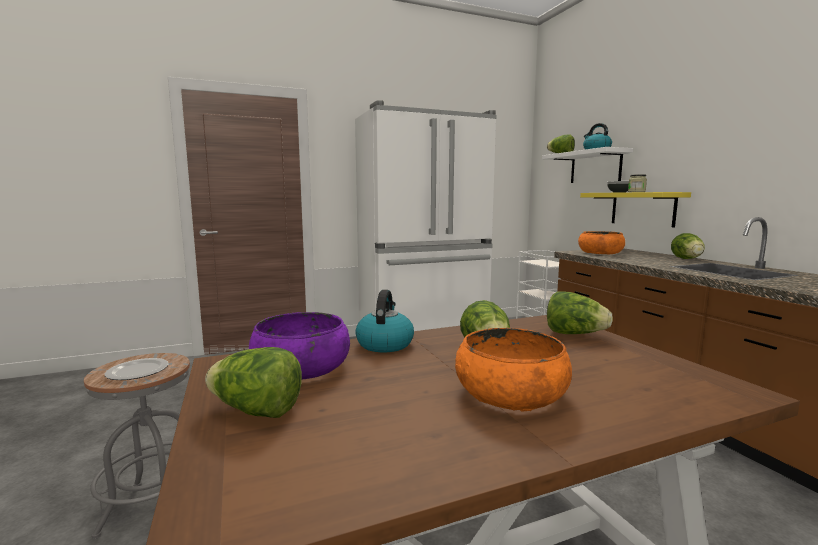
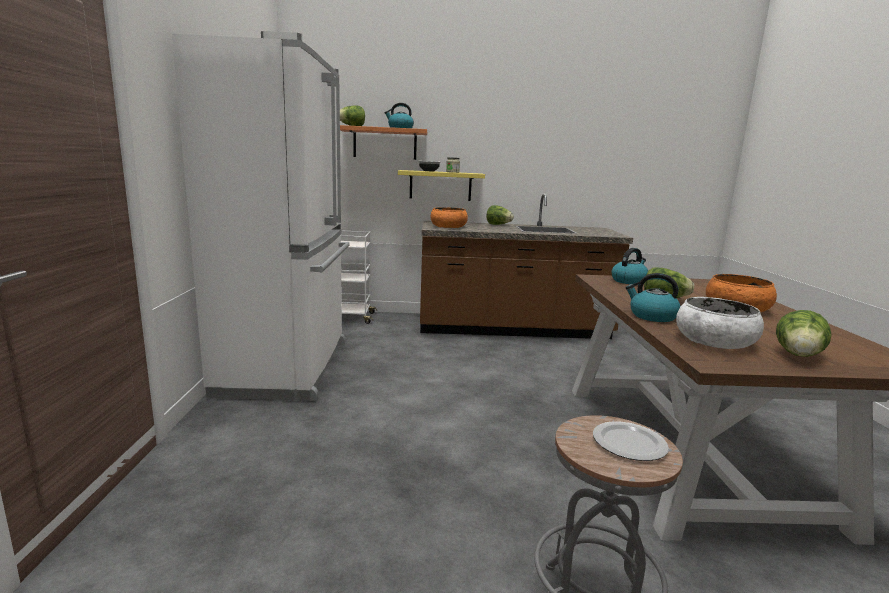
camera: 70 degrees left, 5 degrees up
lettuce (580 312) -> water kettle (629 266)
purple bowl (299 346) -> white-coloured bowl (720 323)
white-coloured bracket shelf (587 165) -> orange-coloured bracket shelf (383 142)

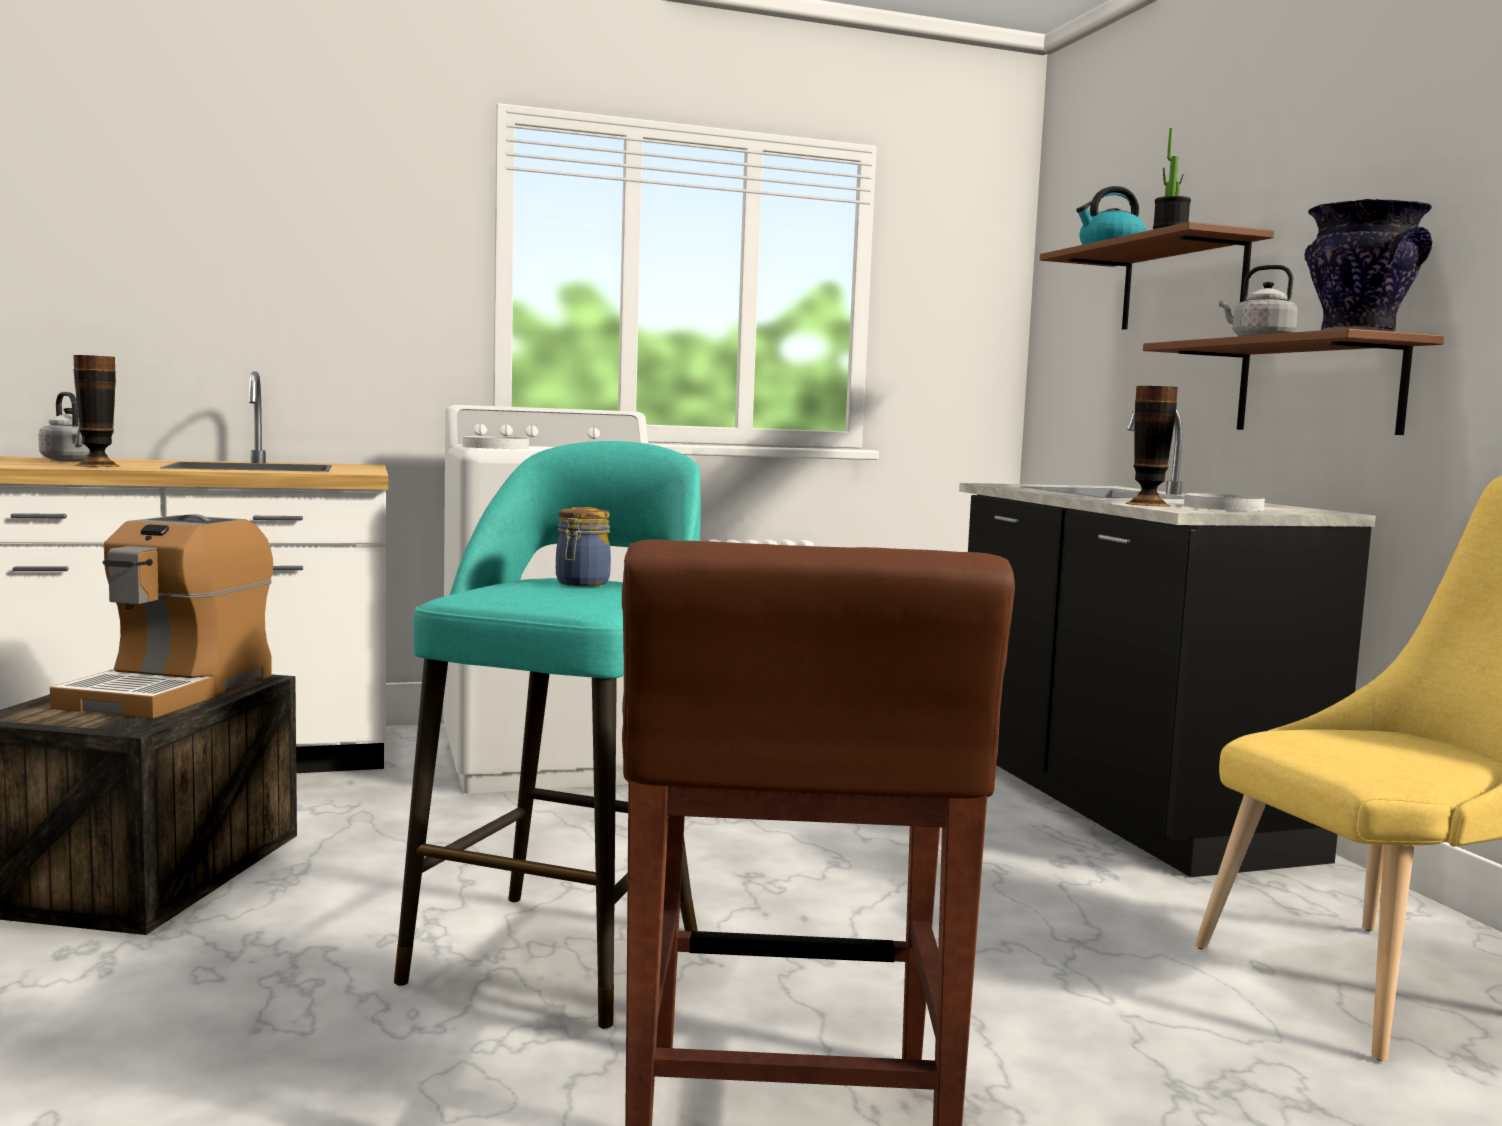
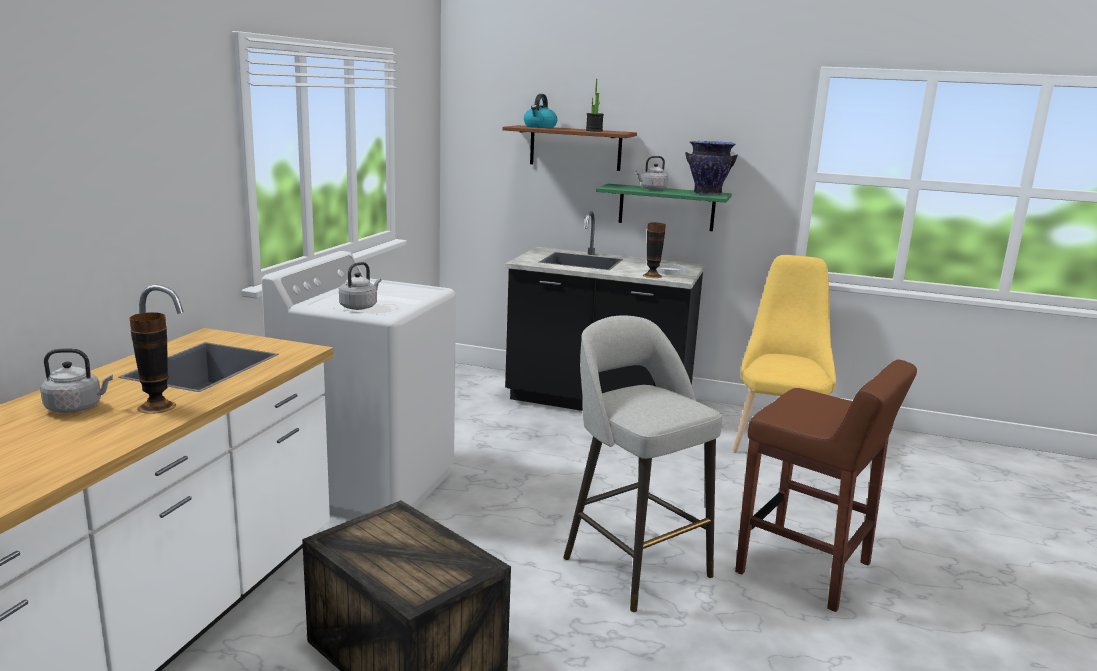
camera: 55 degrees left, 10 degrees up
coffee maker (161 616) -> none
storage jar (583 546) -> none
white-coloured flat dish (496 442) -> greyish water kettle (360 286)
blue-green stool (547 735) -> greyish stool (642 463)
brownish bracket shelf (1293 381) -> green-coloured bracket shelf (664 207)

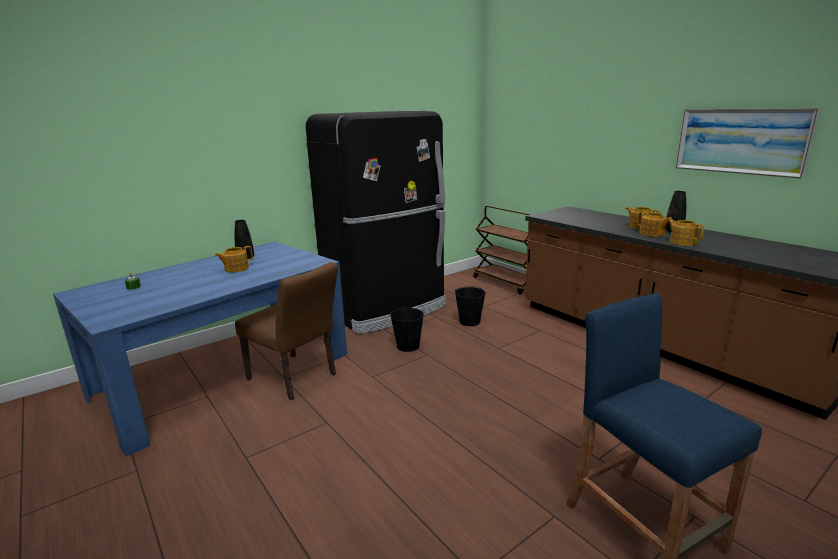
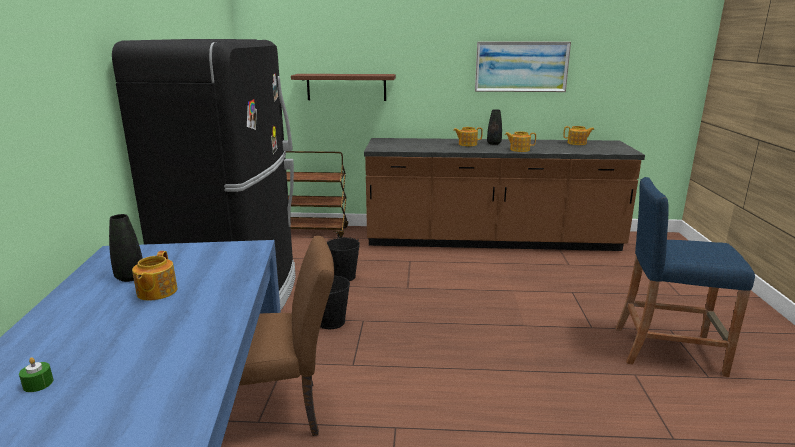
camera: 50 degrees left, 0 degrees up
none -> brownish bracket shelf (343 87)
teapot (655 224) -> teapot (578 135), relocated

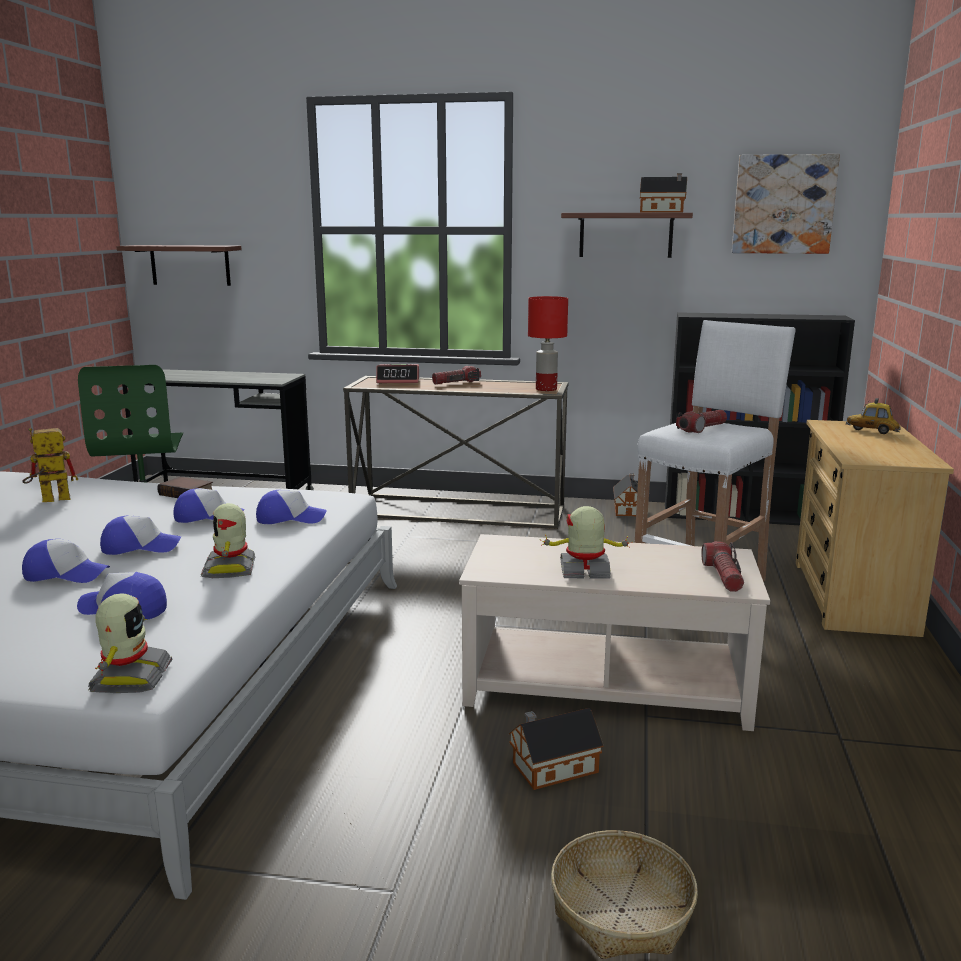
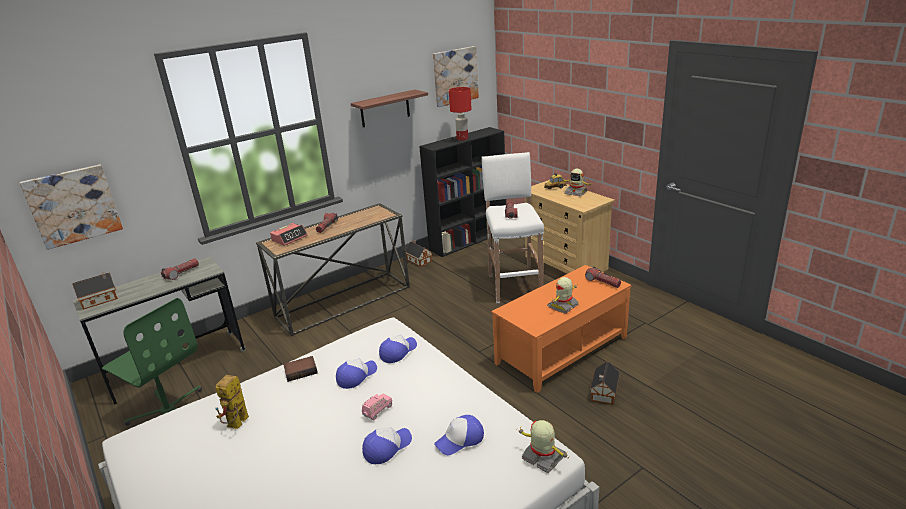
camera: 45 degrees left, 10 degrees up
basket (624 894) -> none
none -> hand torch (180 269)
toy robot (228 540) -> toy robot (576 182), relocated
red tabletop lamp (548 343) -> red tabletop lamp (460 114), relocated
miniature house (663 193) -> miniature house (95 291), relocated
baseball cap (140 535) -> pink-coloured model car (377 407)
bracket shelf (179 265) -> wall art (71 207)
sand-coloured low table (614 632) -> orange-coloured low table (561 329)

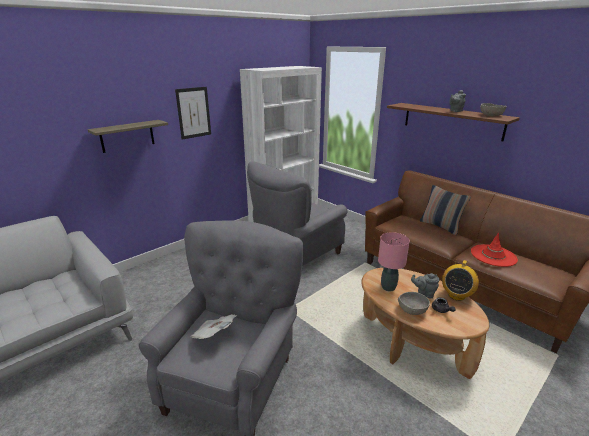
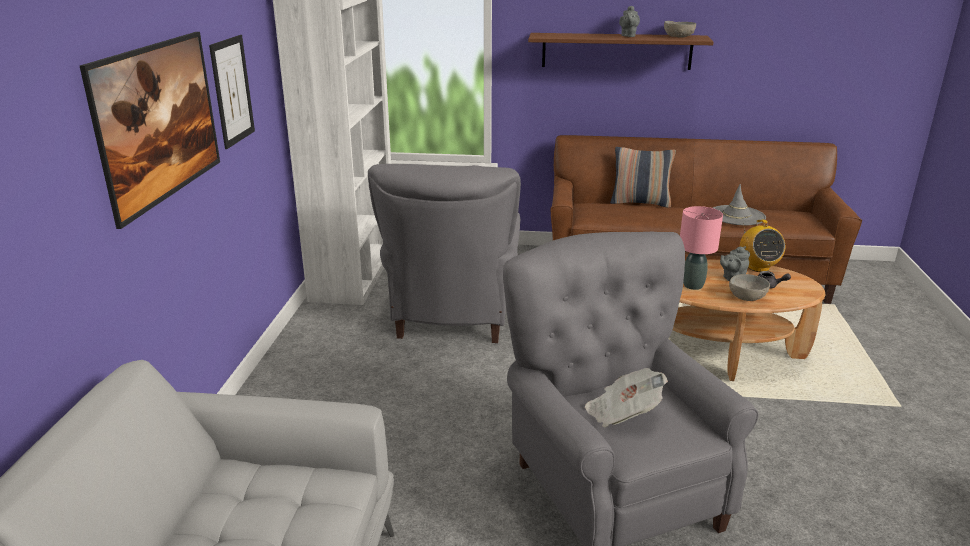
camera: 40 degrees left, 0 degrees up
bracket shelf (128 136) -> wall art (150 130)
red hat (494 249) -> greyish hat (739 204)

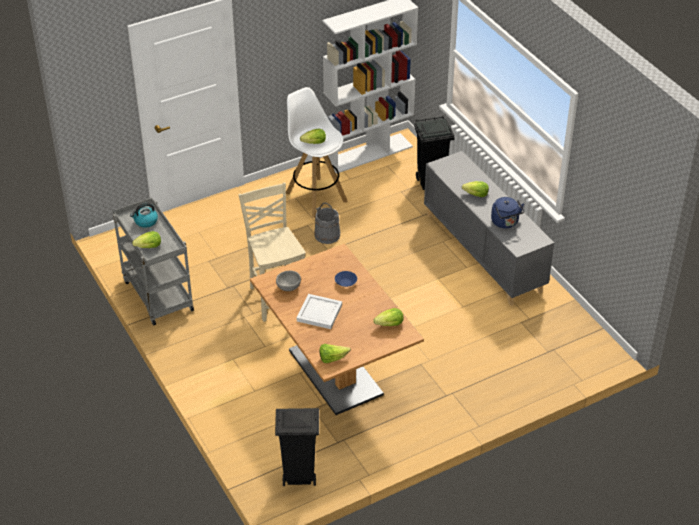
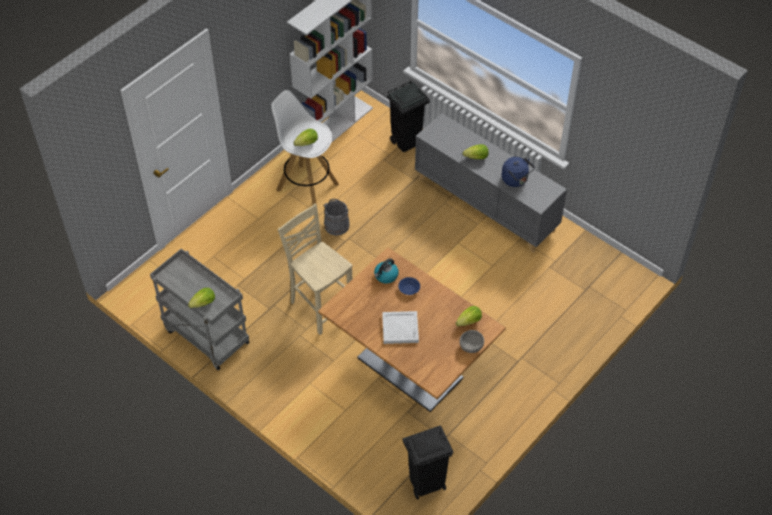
camera: 20 degrees left, 10 degrees up
lettuce (335 353) -> none
water kettle (144 215) -> water kettle (386 271), relocated
greyish bowl (288 281) -> greyish bowl (472 341), relocated

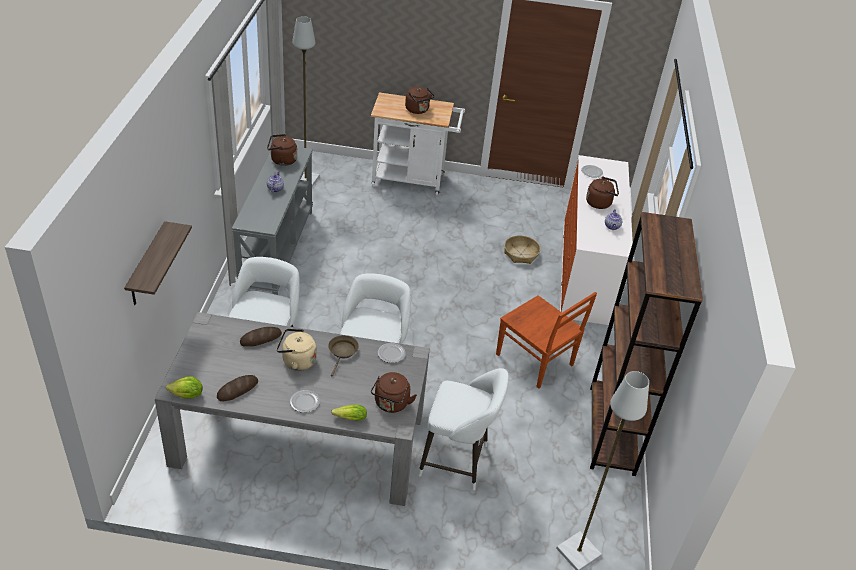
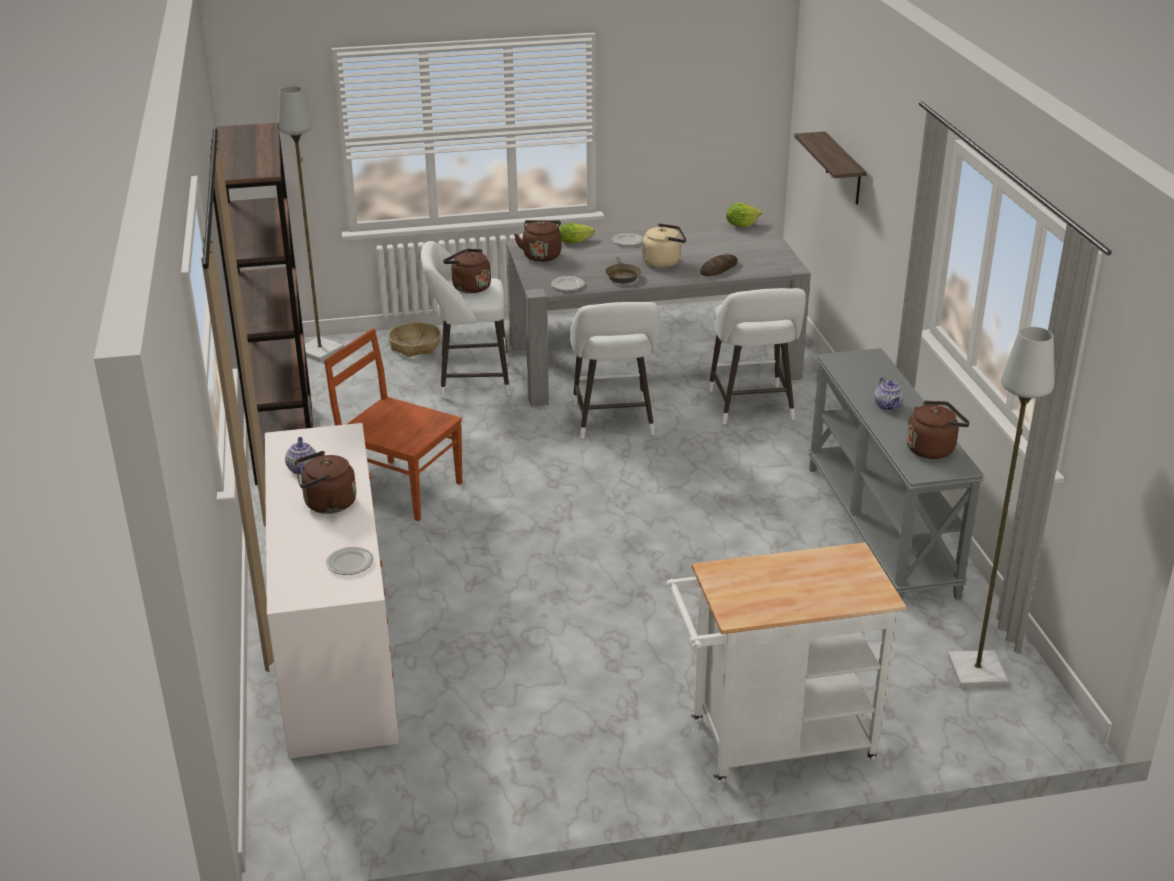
camera: 165 degrees right, 10 degrees down
baked bread (237 388) -> none
brownish water kettle (420 100) -> brownish water kettle (467 271), relocated
basket (522 249) -> basket (414 339), relocated

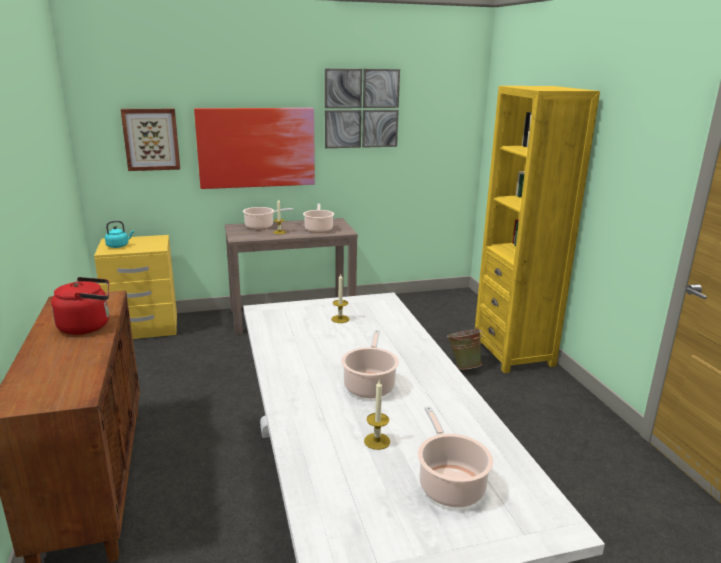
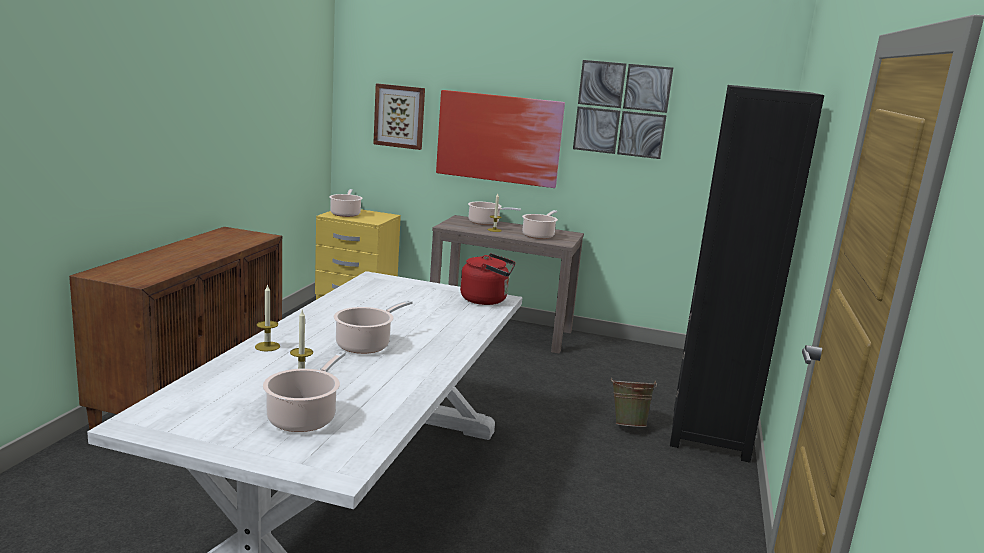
camera: 30 degrees right, 5 degrees down
red water kettle (80 306) -> red water kettle (487 279), relocated
wax candle (340 298) -> wax candle (267 317), relocated
blue-green water kettle (119 234) -> saucepot (346 203)
yellowish shelving unit (537 229) -> black shelving unit (747 274)

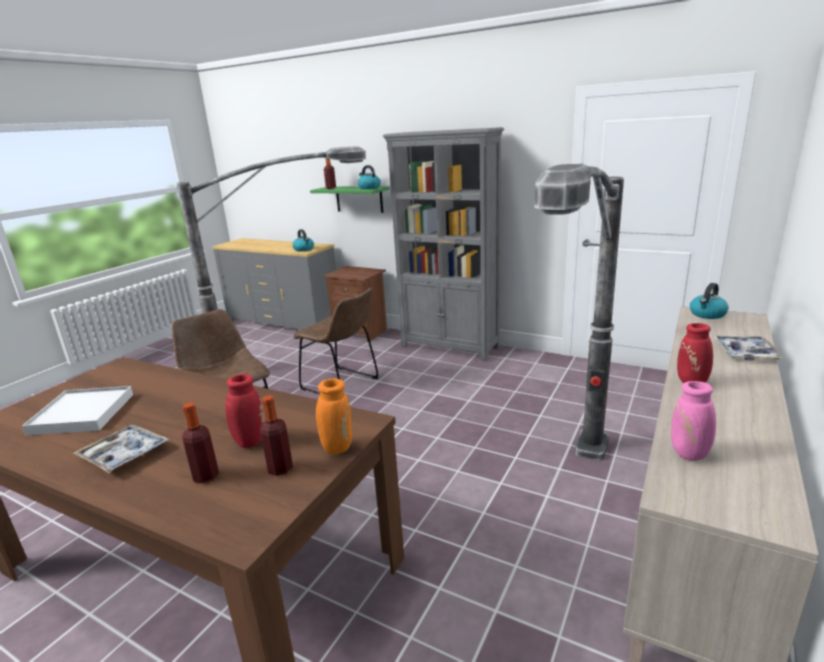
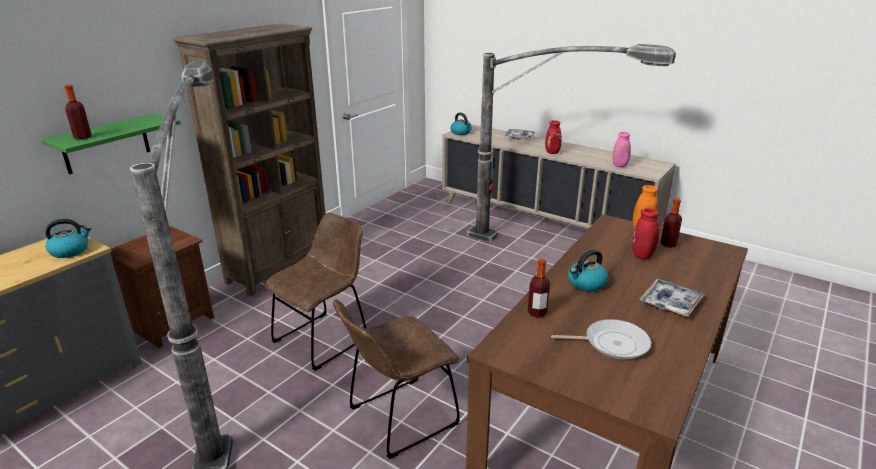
camera: 85 degrees left, 5 degrees up
beverage bottle (200 442) -> beverage bottle (539 288), relocated
water kettle (369 177) -> water kettle (588 271), relocated
white-coloured tray (77 410) -> frying pan (601 339)
greyish shelving unit (443 244) -> brownish shelving unit (249 159)

